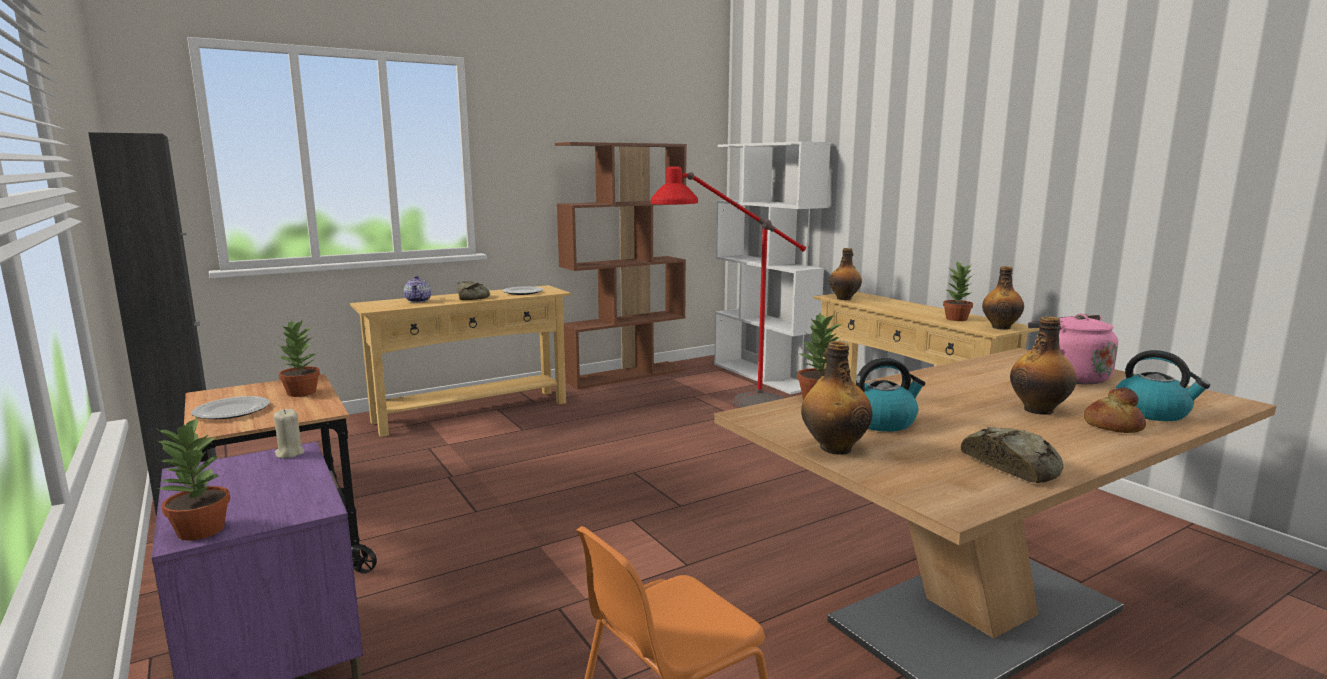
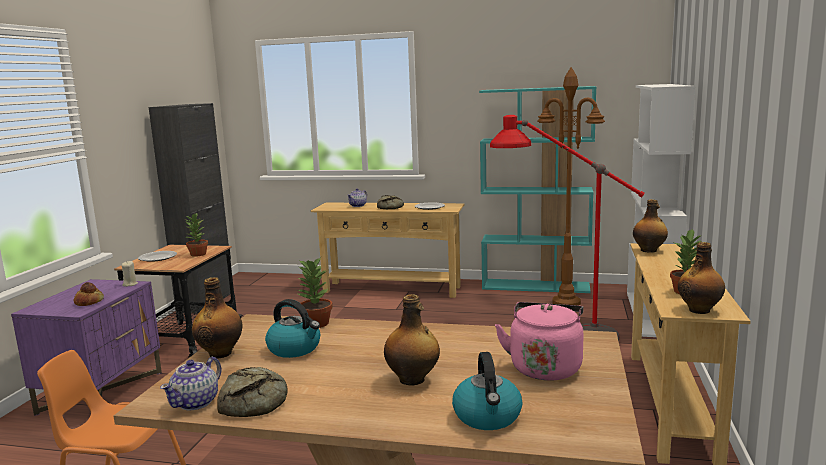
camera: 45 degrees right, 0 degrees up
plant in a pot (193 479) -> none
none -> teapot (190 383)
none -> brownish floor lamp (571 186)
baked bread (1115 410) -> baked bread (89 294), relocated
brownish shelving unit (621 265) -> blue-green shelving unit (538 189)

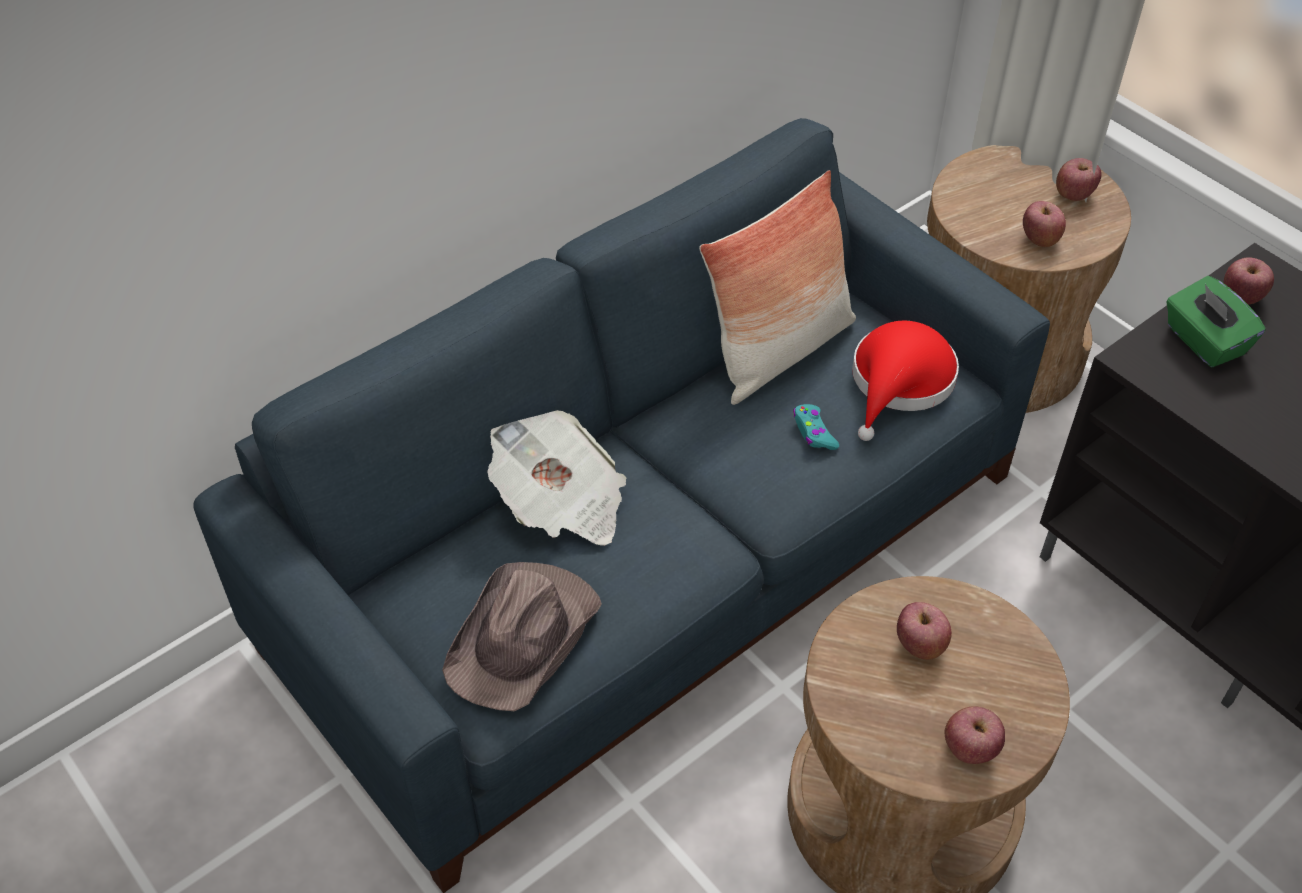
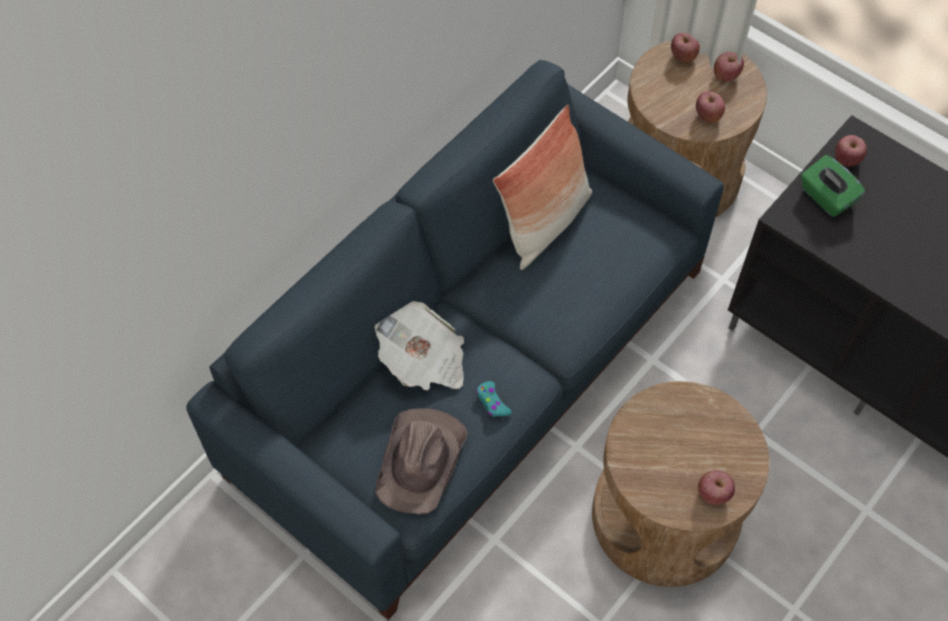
camera: 10 degrees left, 10 degrees up
red hat (905 381) -> none
blue-green gamepad (816 427) -> blue-green gamepad (493 399), relocated
apple fruit (924 631) -> apple fruit (685 48), relocated

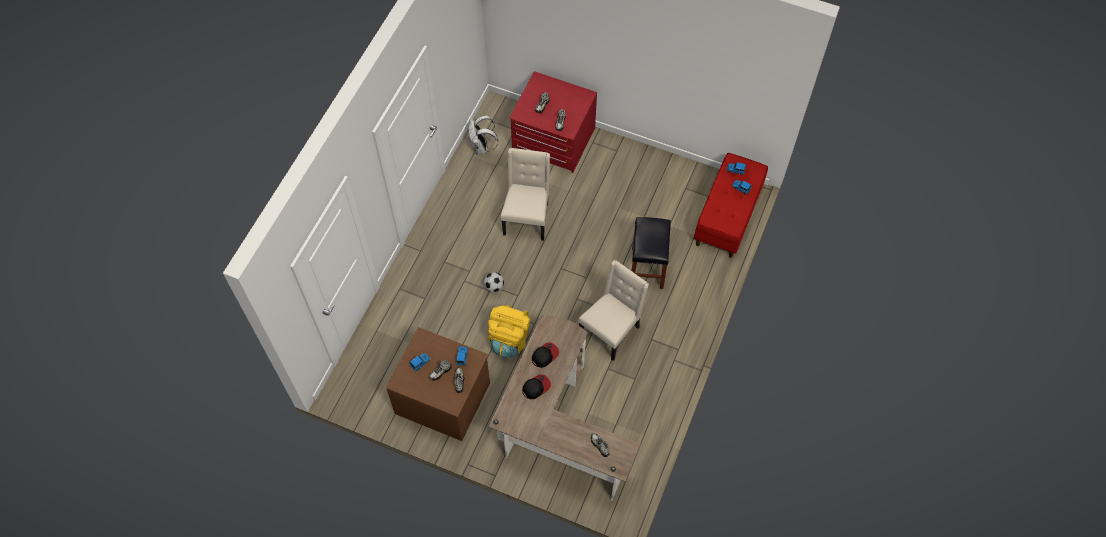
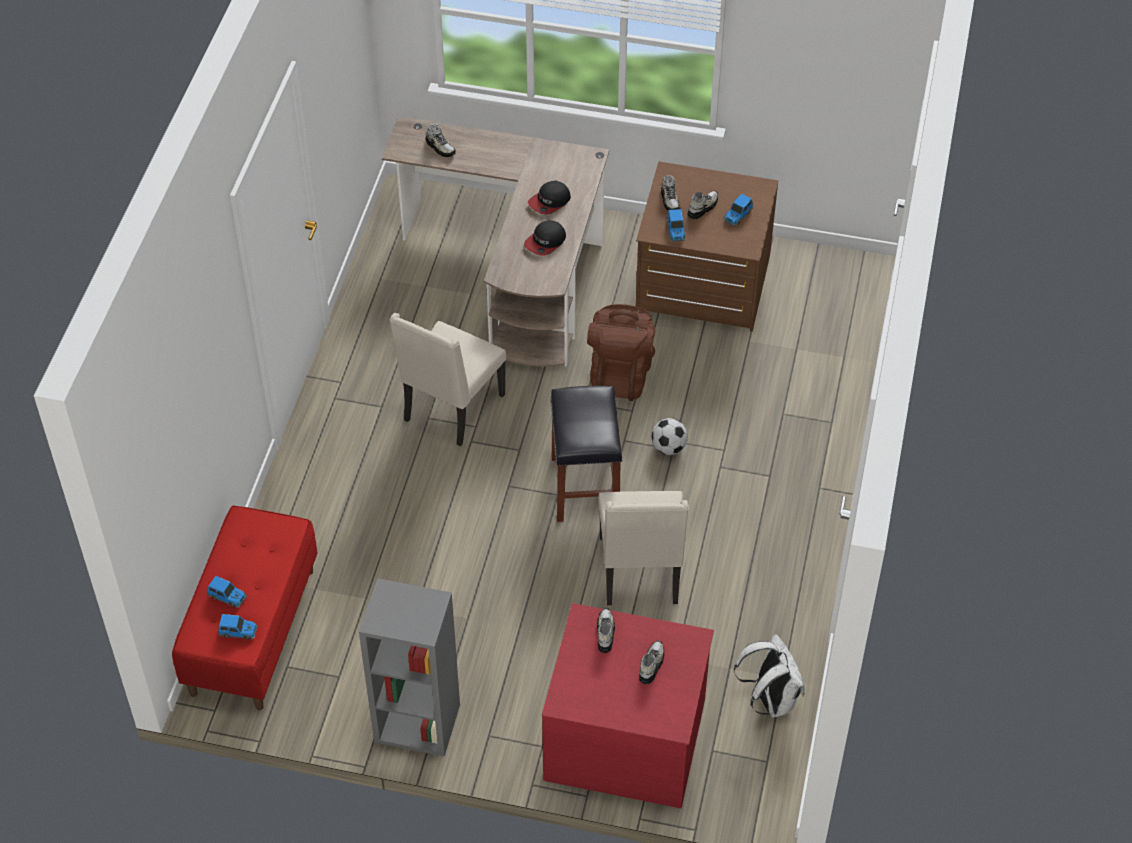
camera: 170 degrees right, 10 degrees down
none -> greyish shelving unit (409 667)
black stool (651 253) -> black stool (586 454), relocated
yellowish rucksack (509 331) -> brownish rucksack (621 352)

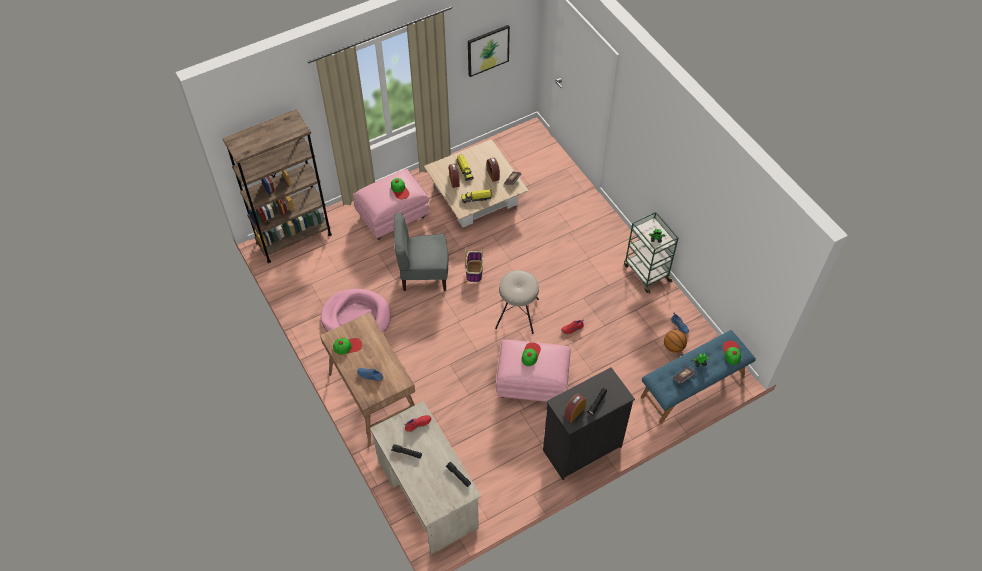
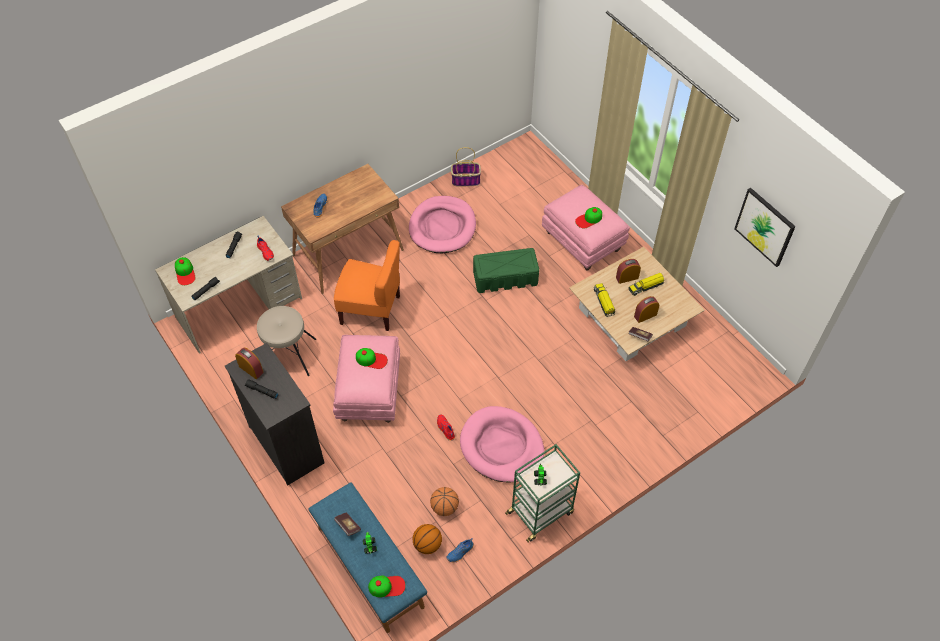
camera: 85 degrees right, 0 degrees up
brownish shelving unit (277 186) -> none
none -> orange-coloured upright chair (367 285)
none -> basketball ball (444 501)
none -> pink-coloured dog bed (502 444)
baseball cap (347 346) -> baseball cap (185 271), relocated
basket (474 264) -> basket (466 167), relocated
sand-coloured stool (517 302) -> sand-coloured stool (286 341), relocated
greyish upright chair (421 252) -> green-coloured storage container (506 270)

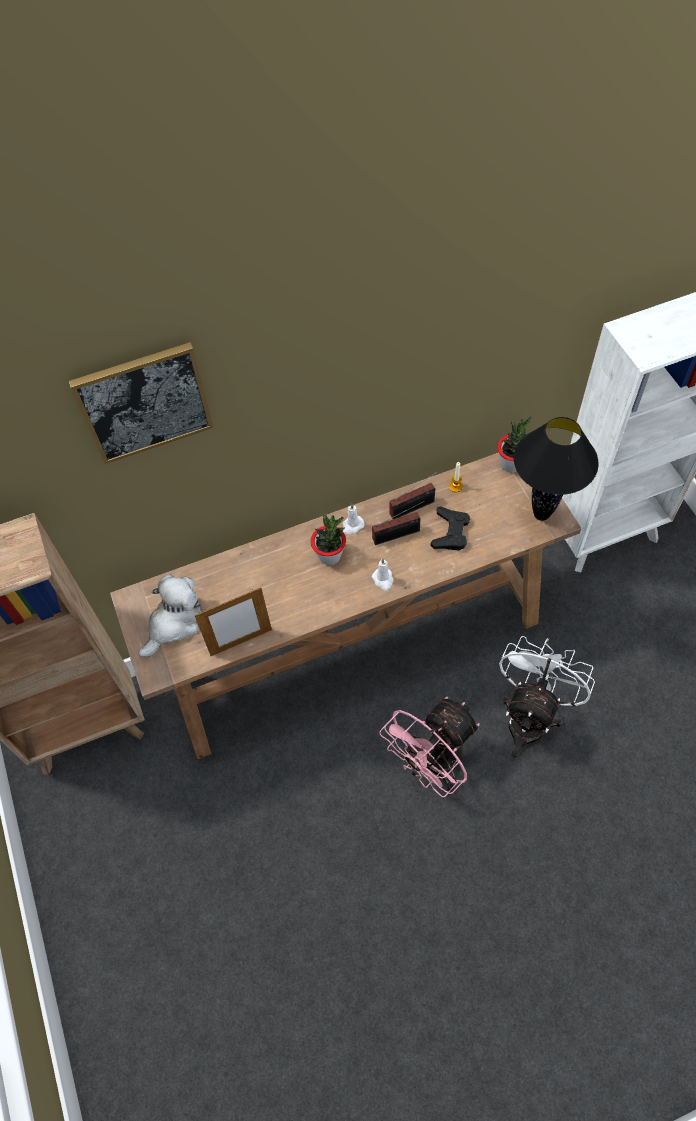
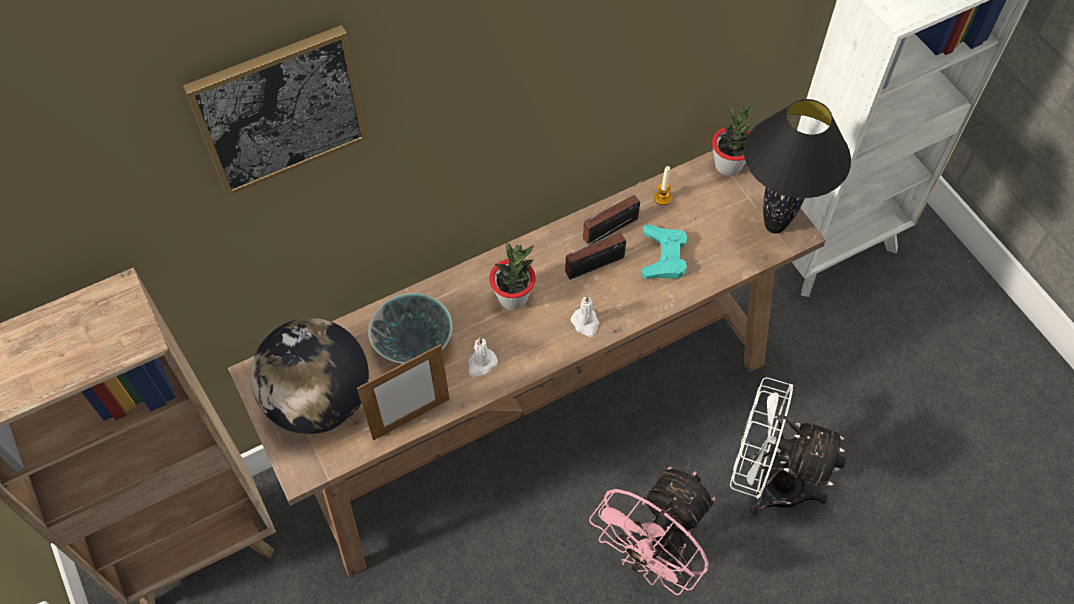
camera: 10 degrees left, 0 degrees up
none -> bowl (410 328)
white-coloured wax candle (353 519) -> white-coloured wax candle (483 357), relocated
soft toy (169 615) -> desk globe (310 376)
black gamepad (450 529) -> blue-green gamepad (664 251)
white-coloured fan (547 697) -> white-coloured fan (788 446), 90 degrees counterclockwise

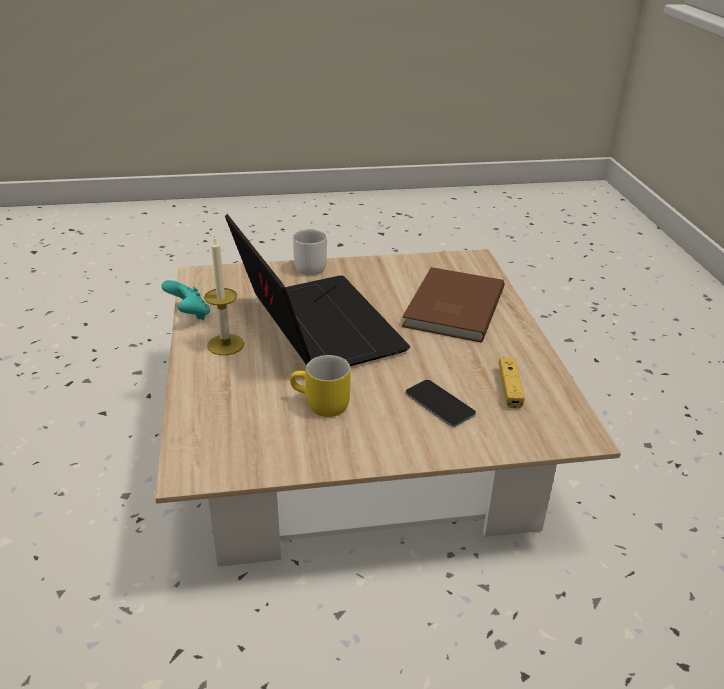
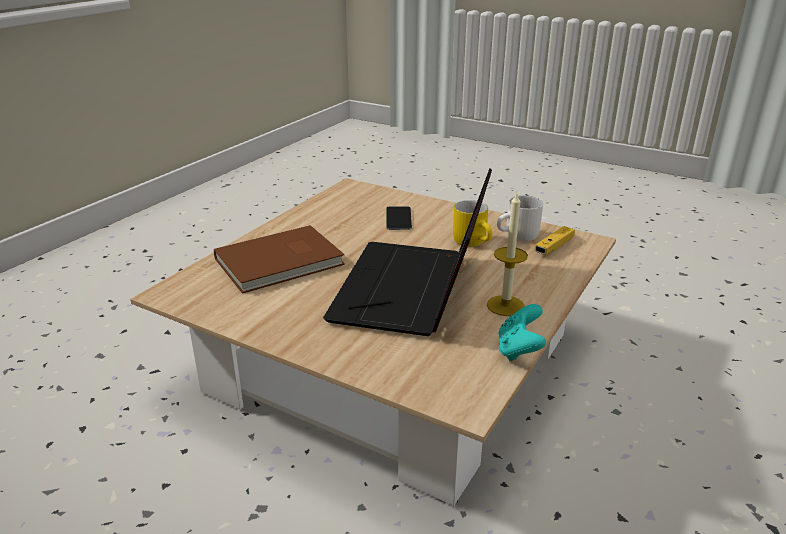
camera: 140 degrees left, 5 degrees down
white-coloured tea mug (310 252) -> white-coloured tea mug (520 218), relocated
yellowish gamepad (512 383) -> yellowish gamepad (554 240), relocated

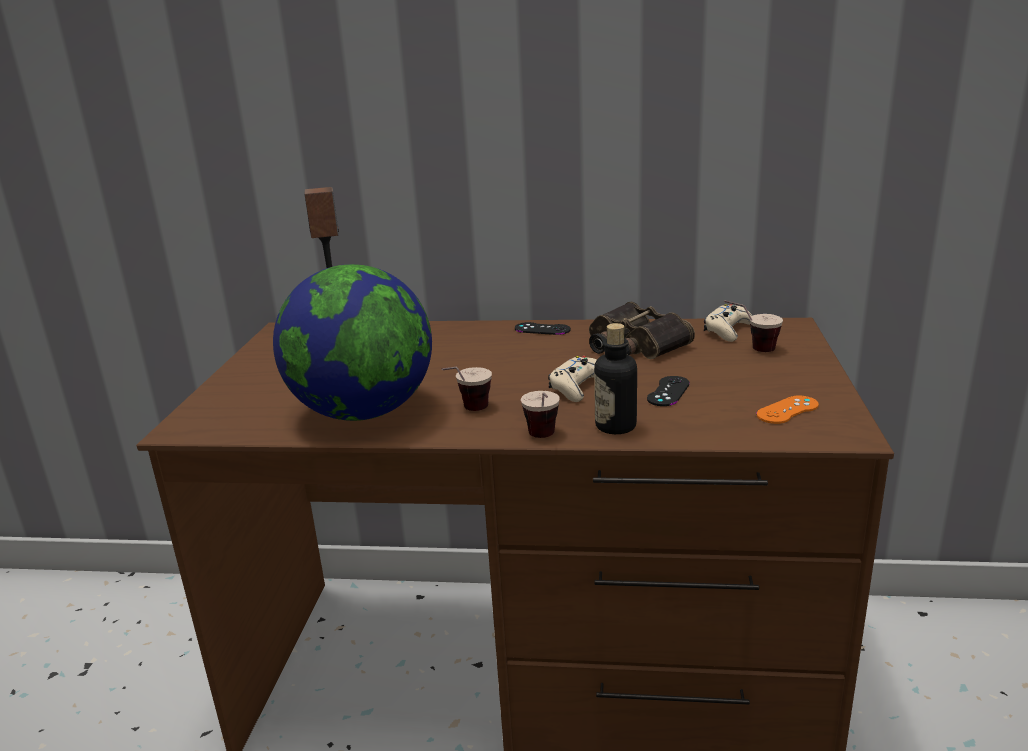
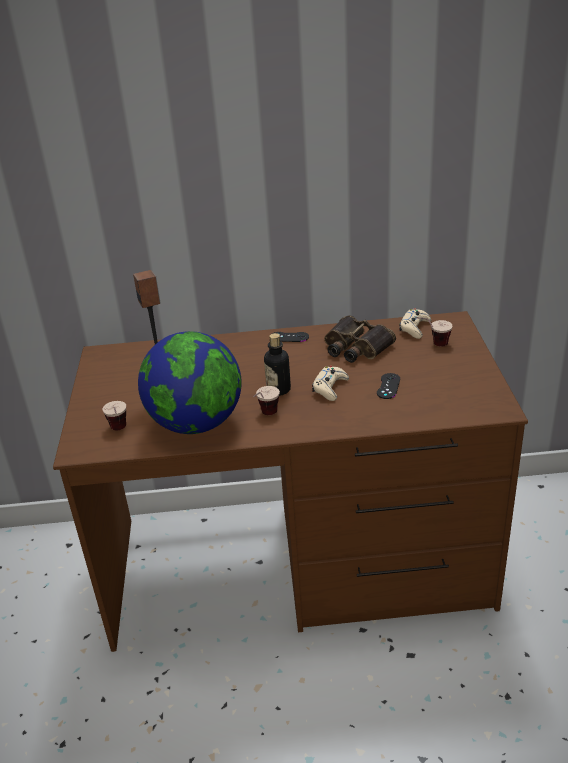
camera: 10 degrees left, 10 degrees up
orange-coloured gamepad (787 410) -> none
cup (540 414) -> cup (114 415), relocated
beverage bottle (615 378) -> beverage bottle (277 364), relocated

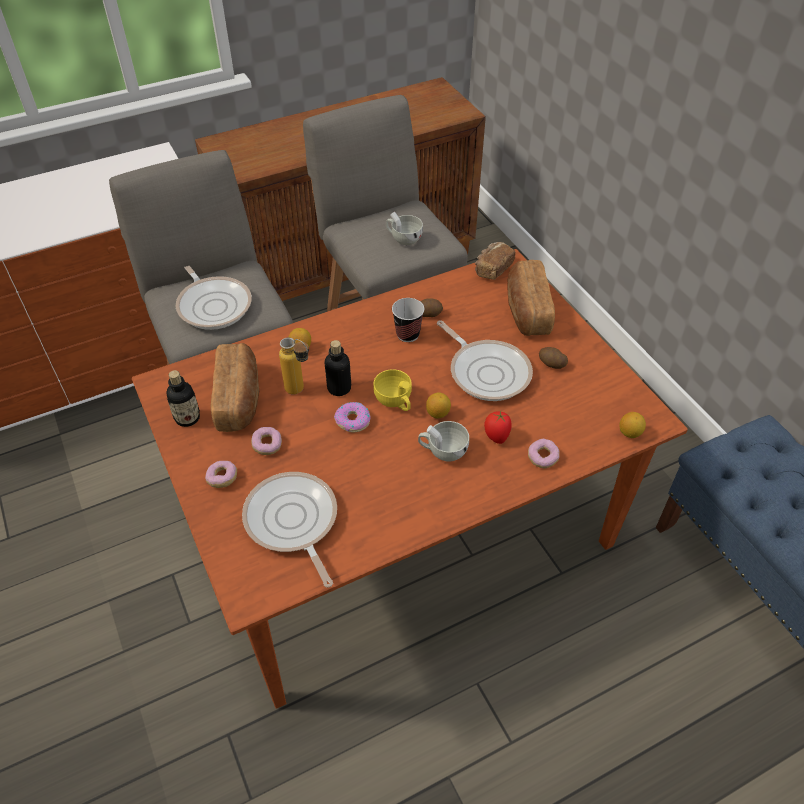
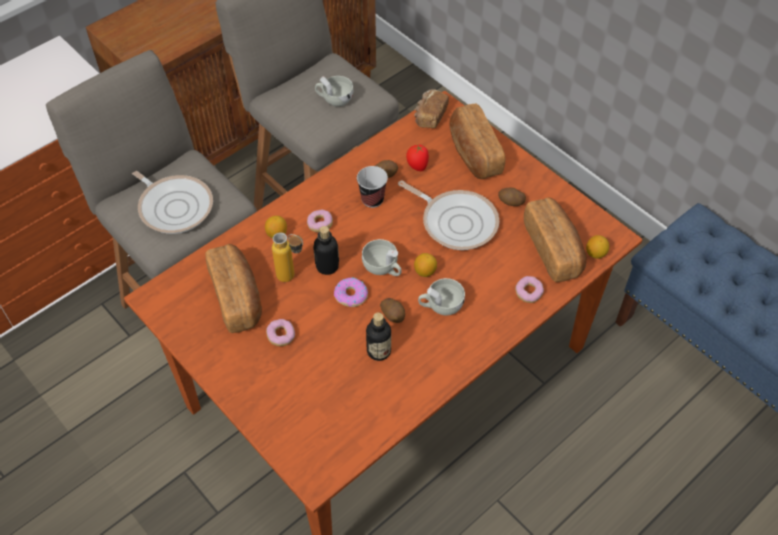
camera: 15 degrees left, 5 degrees up
frying pan (289 529) -> none
none -> whole potato (392 310)
none -> baked bread (555 239)
beverage bottle (183 398) -> beverage bottle (378 336), relocated
donut (221 474) -> donut (320 221), relocated
tomato (498 427) -> tomato (417 157), relocated
yellowish cup (392 390) -> white-coloured cup (382 257)

